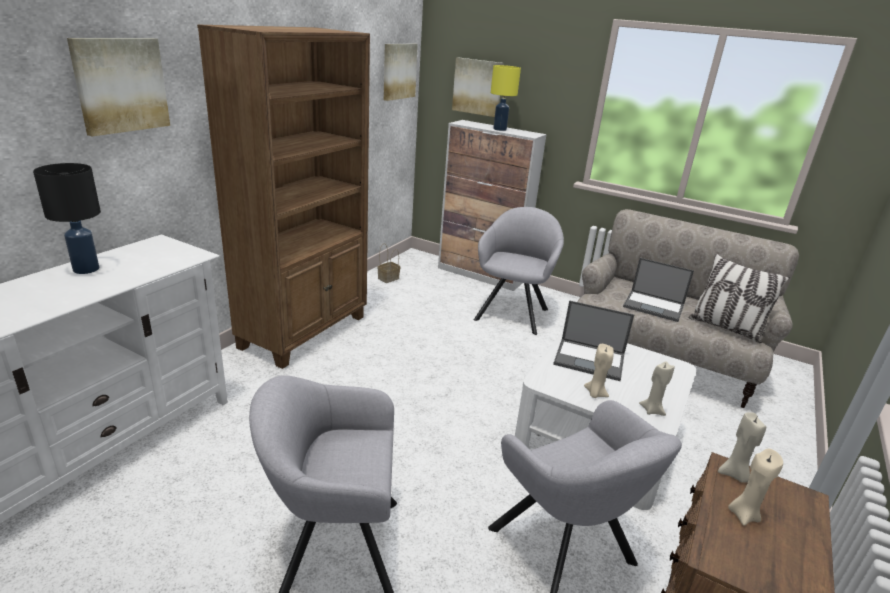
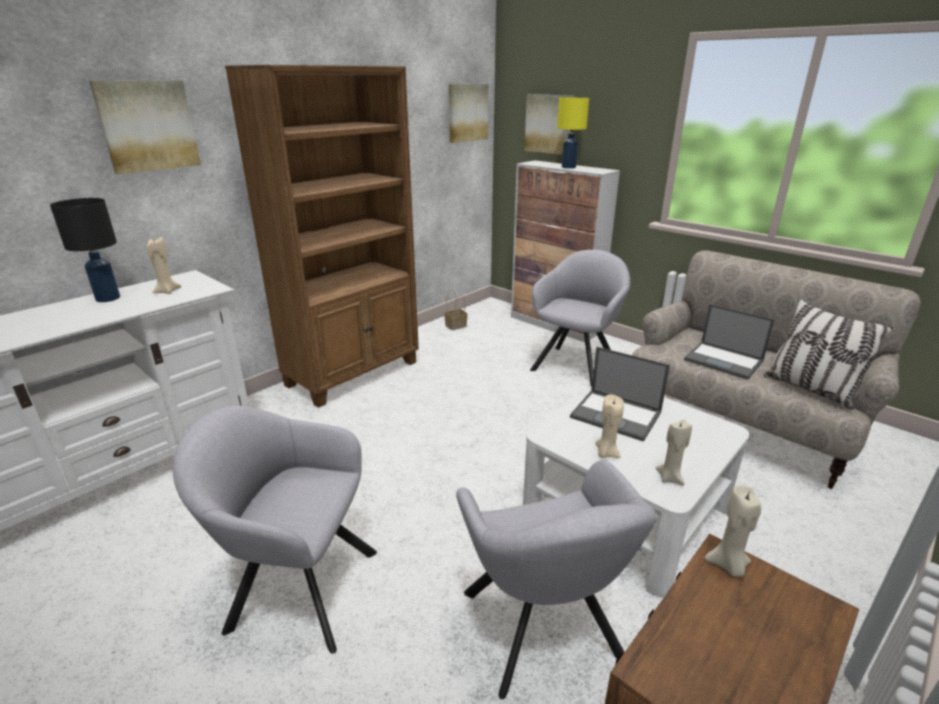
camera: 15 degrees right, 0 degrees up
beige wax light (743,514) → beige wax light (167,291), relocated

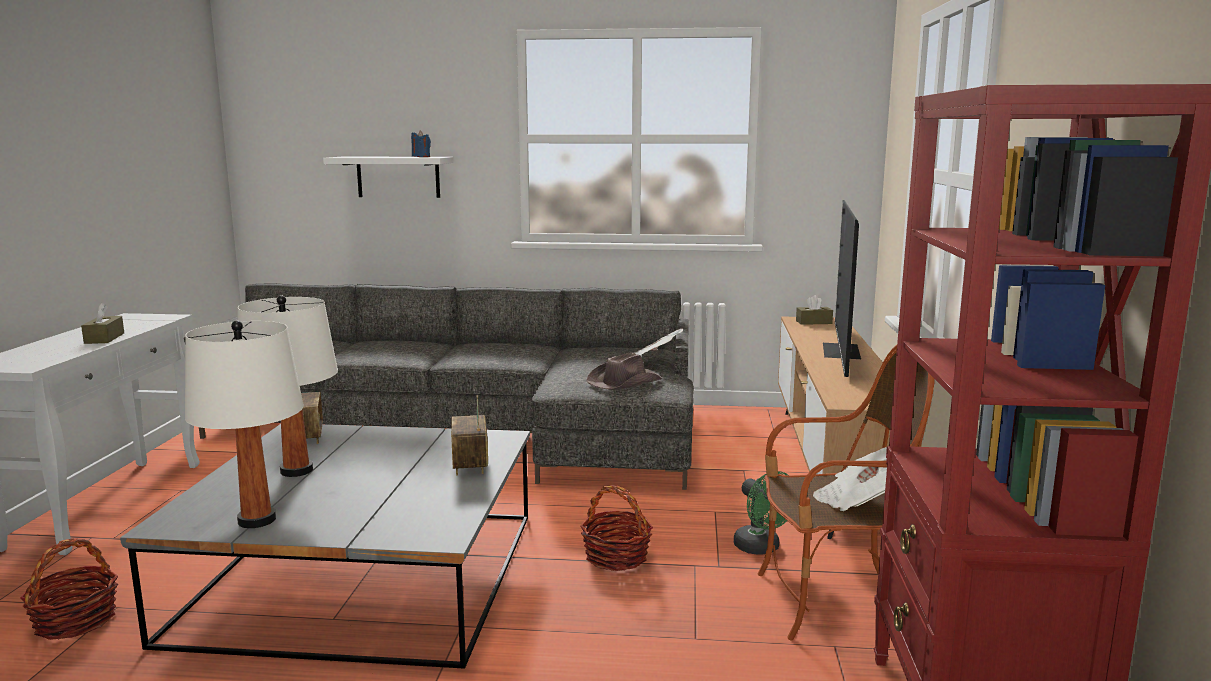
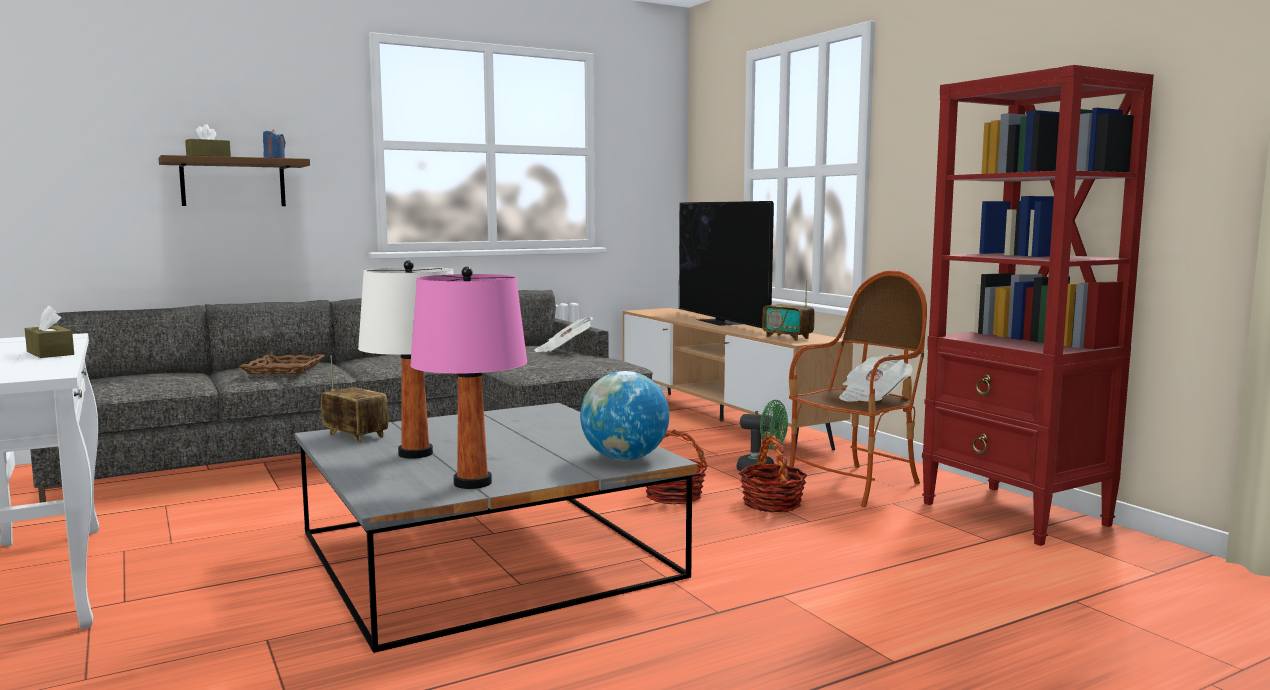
camera: 35 degrees left, 5 degrees down
whitish wall shelf (398,177) → brownish wall shelf (233,182)
brownish tissue box (813,322) → brownish tissue box (208,156), relocated
- → brownish carrying tray (284,369)
whitish lamp for a table (256,520) → pinkish lamp for a table (472,483)
- → desk globe (624,458)
basket (75,620) → basket (771,503), relocated
radio set (470,464) → radio set (787,337), relocated
brownish wearable hat (623,382) → -

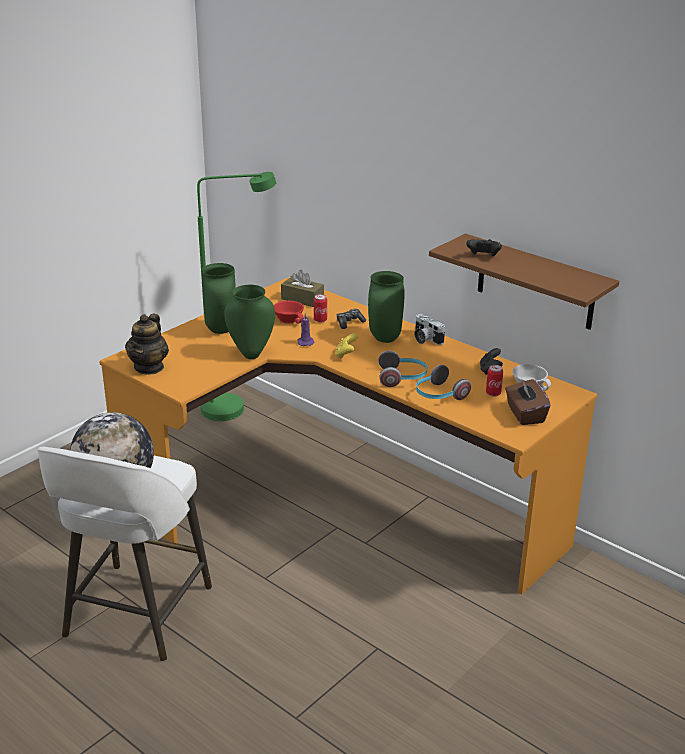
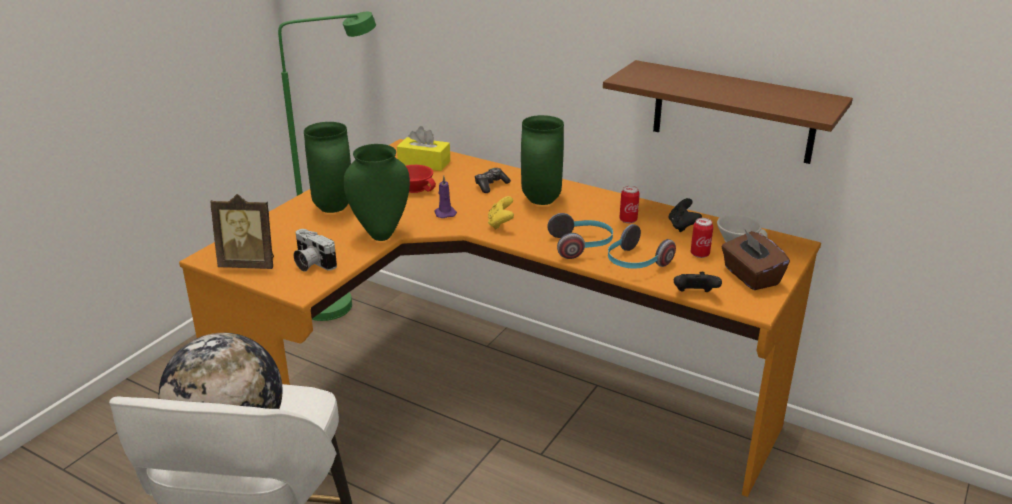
camera: 10 degrees left, 0 degrees up
pot for tea (149,367) → picture frame (249,264)
still camera (425,339) → still camera (311,263), relocated
brownish tissue box (302,299) → yellowish tissue box (424,163)
sealed can (320,320) → sealed can (628,220), relocated
black-coloured joypad (483,257) → black-coloured joypad (694,295), relocated

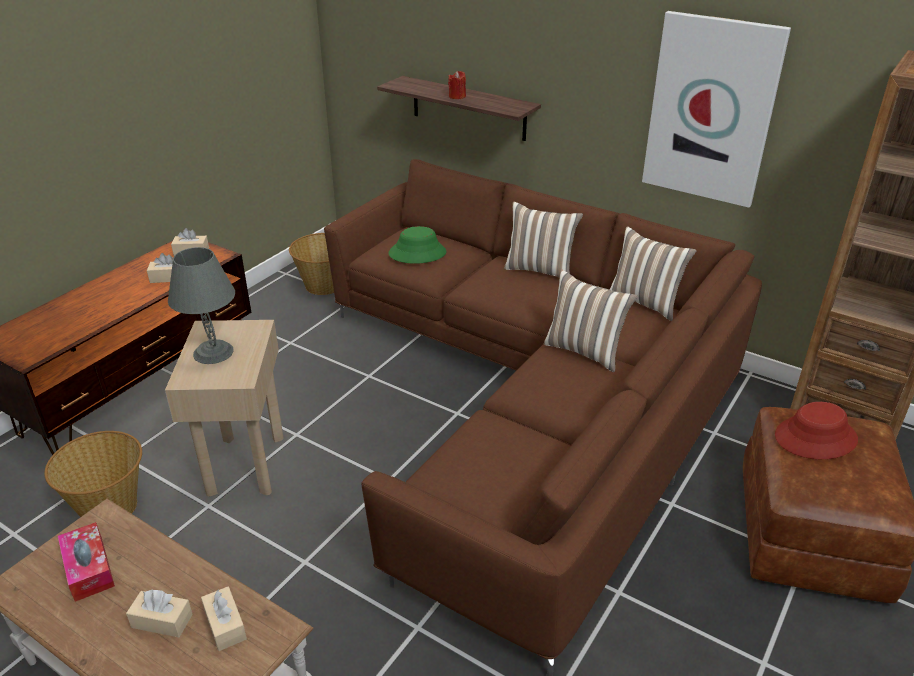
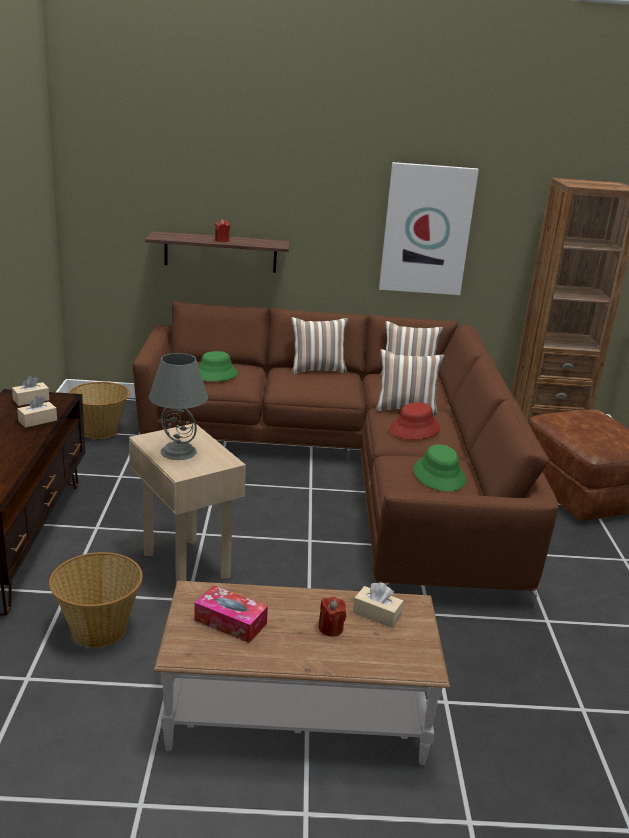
camera: 35 degrees left, 10 degrees down
beige tissue box (162,621) → red wax light (330,628)
red wearable hat (815,438) → red wearable hat (414,429), relocated
- → greenish wearable hat (439,475)

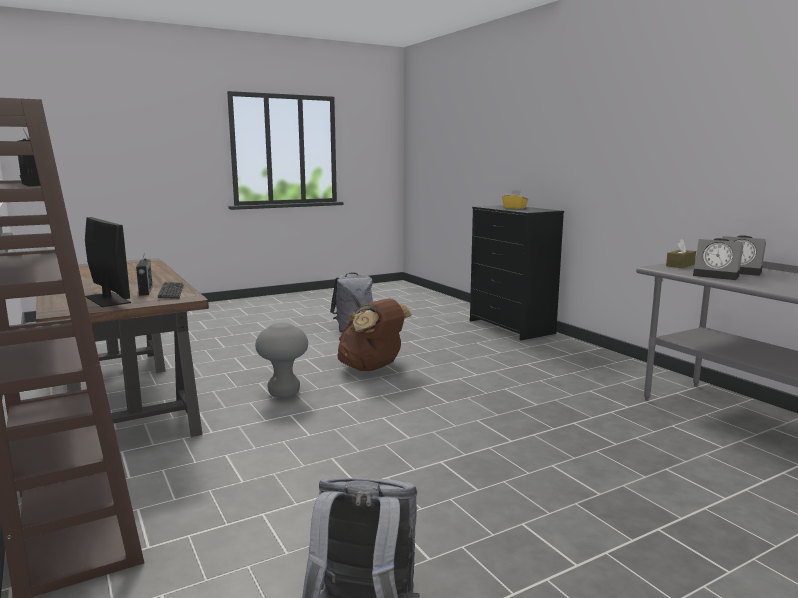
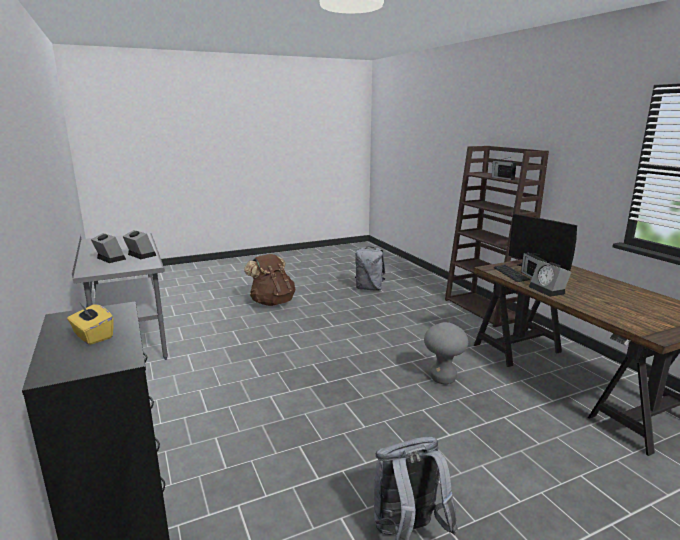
camera: 175 degrees left, 5 degrees up
brownish backpack (372,368) → brownish backpack (272,302), relocated
- → table clock (548,290)
brownish tissue box (680,265) → -

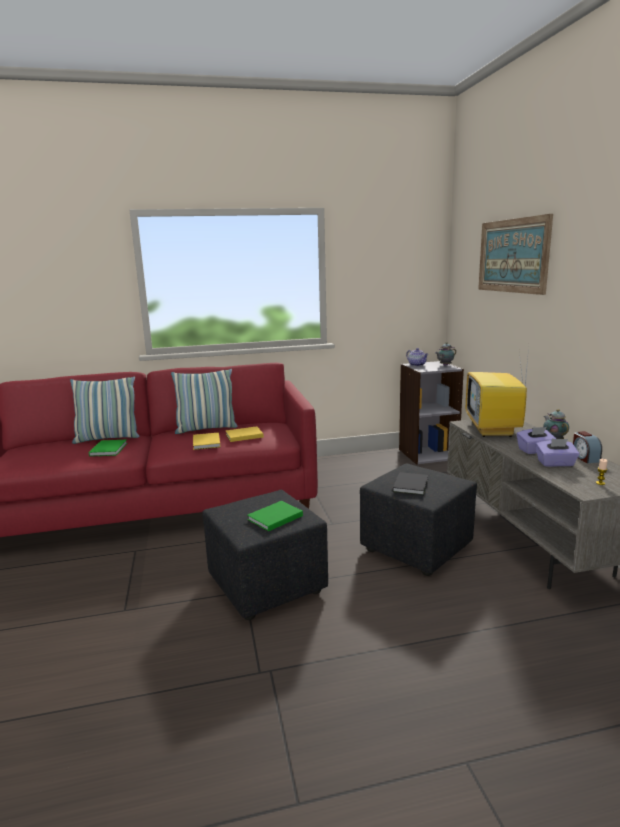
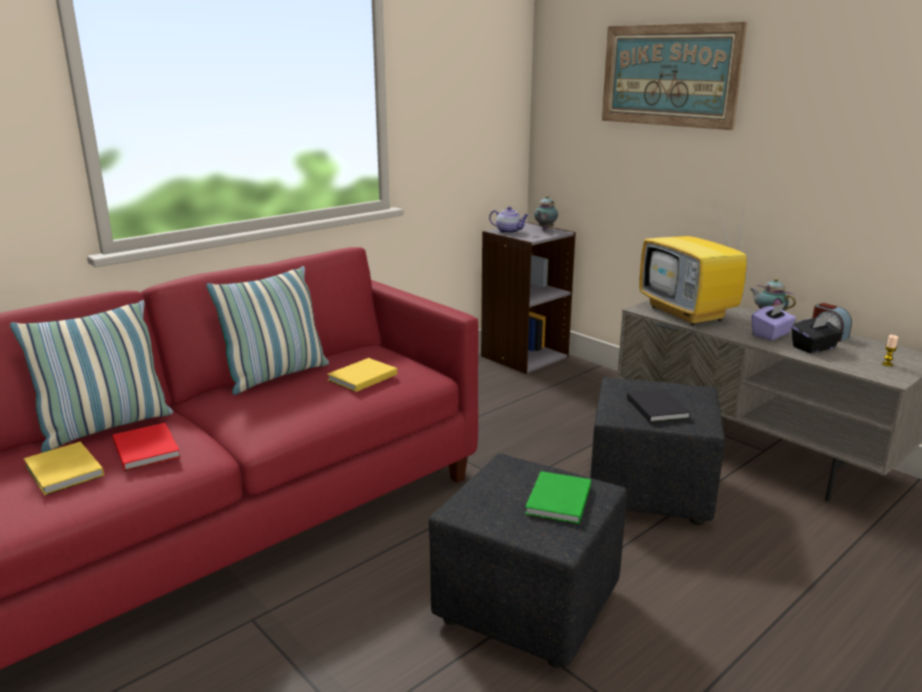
camera: 30 degrees left, 5 degrees up
yellowish volume (206,443) → yellowish volume (63,472), relocated
greenish volume (109,449) → red volume (147,448)
purple tissue box (555,463) → black-coloured tissue box (814,348)

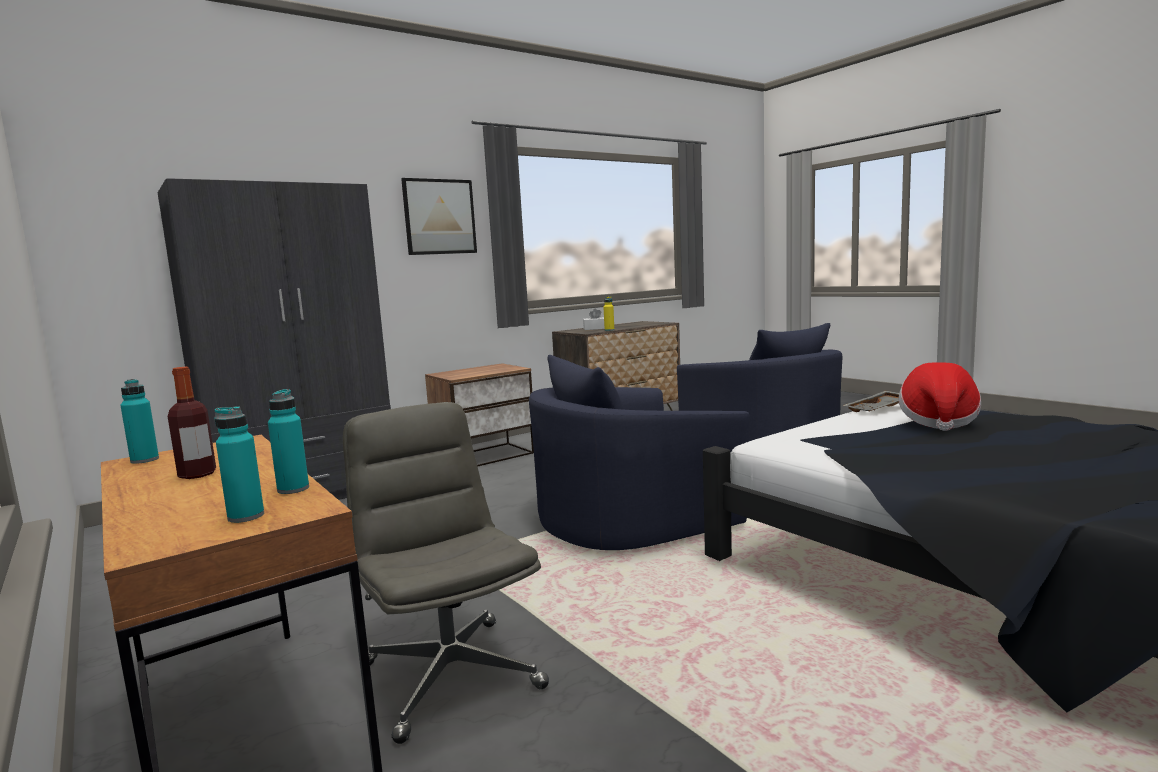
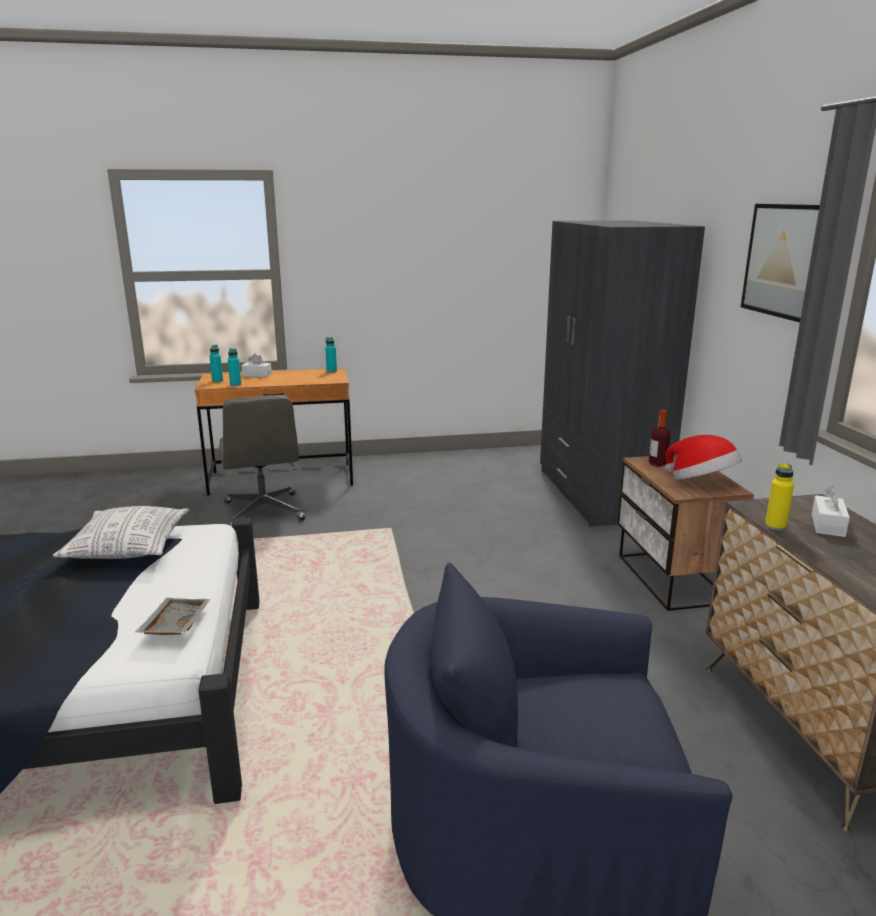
camera: 115 degrees right, 10 degrees up
- → pillow (128,548)
gray office chair (449,675) → gray office chair (264,512), 75 degrees clockwise
- → whitish tissue box (257,375)
bottle (197,474) → bottle (657,464), relocated
wearable hat (938,421) → wearable hat (701,482), relocated
blue-coloured lounge chair (631,518) → -

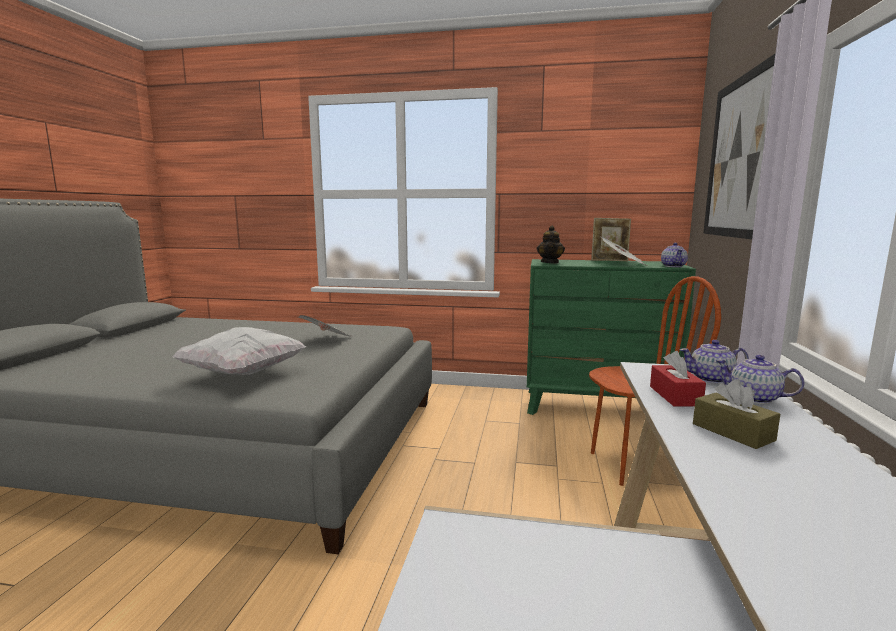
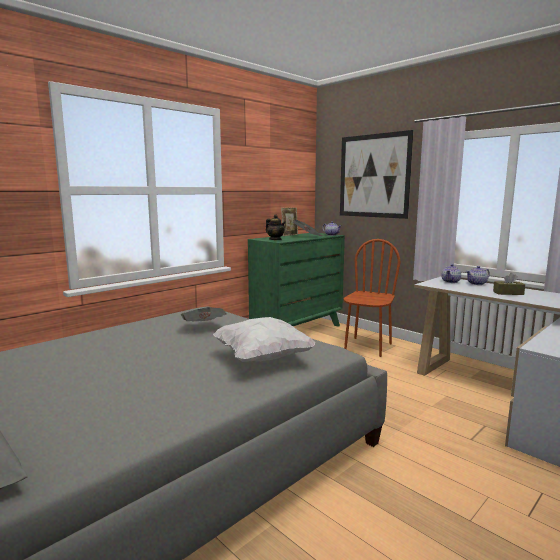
camera: 55 degrees left, 0 degrees up
red tissue box (675,396) → -

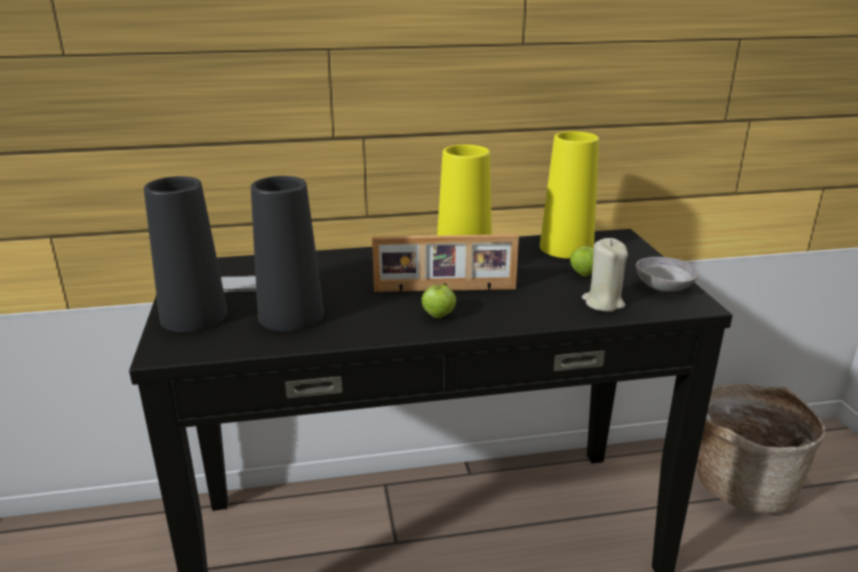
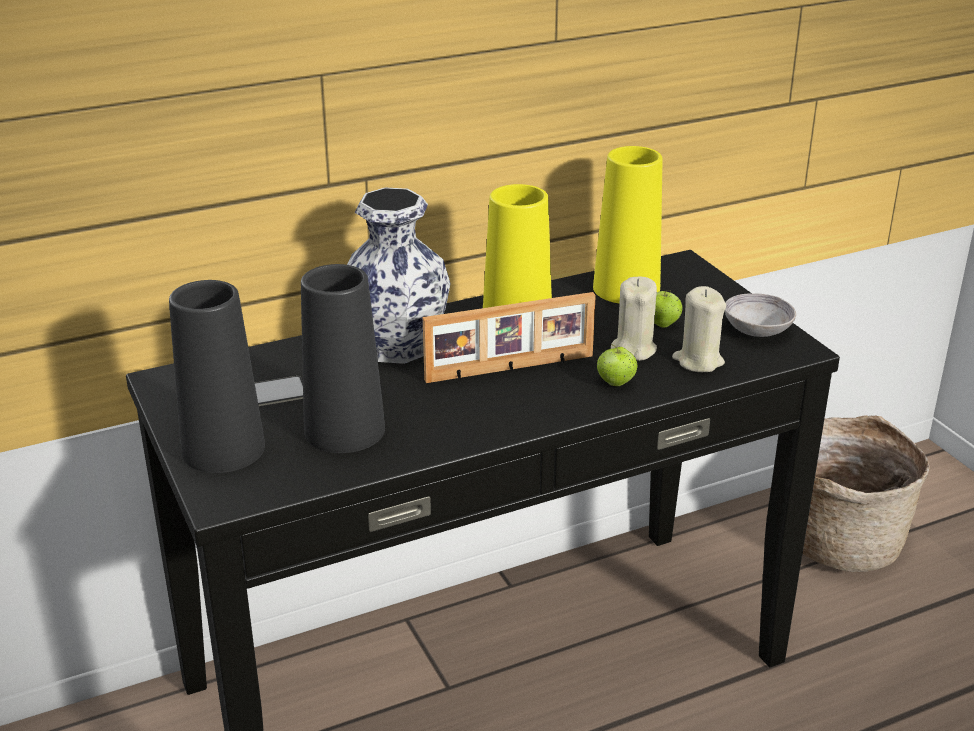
camera: 15 degrees left, 5 degrees up
- → decorative vase (395,346)
apple fruit (438,316) → apple fruit (616,383), relocated
- → beige wax light (633,349)

